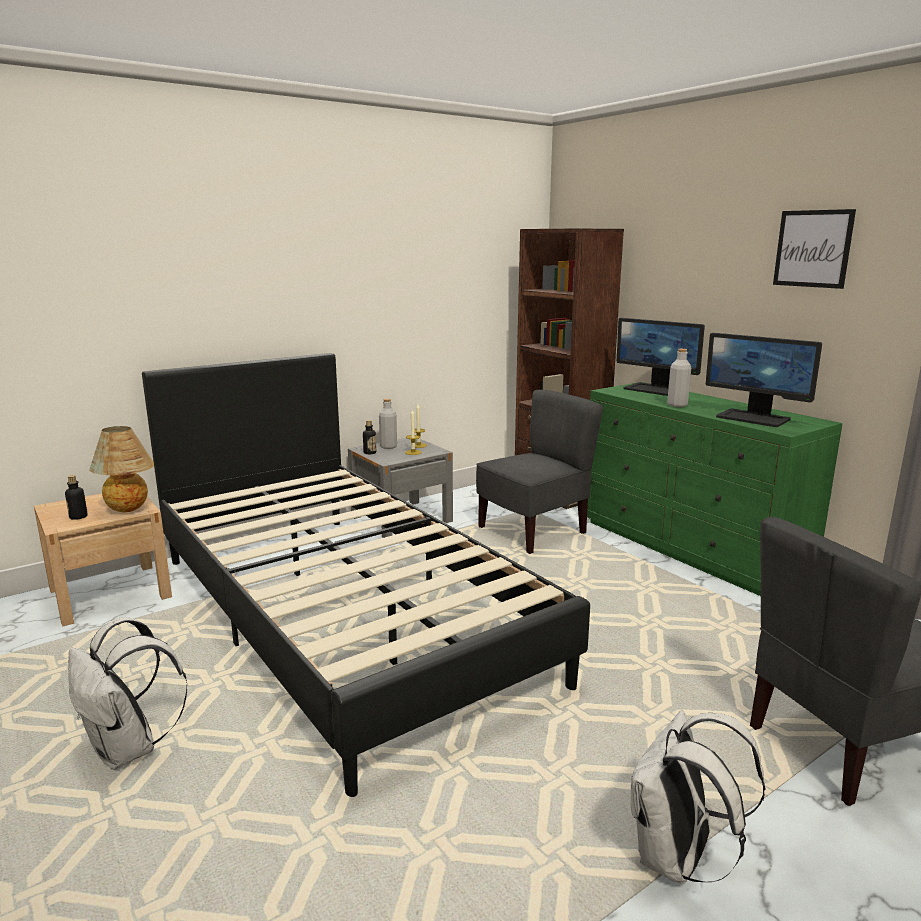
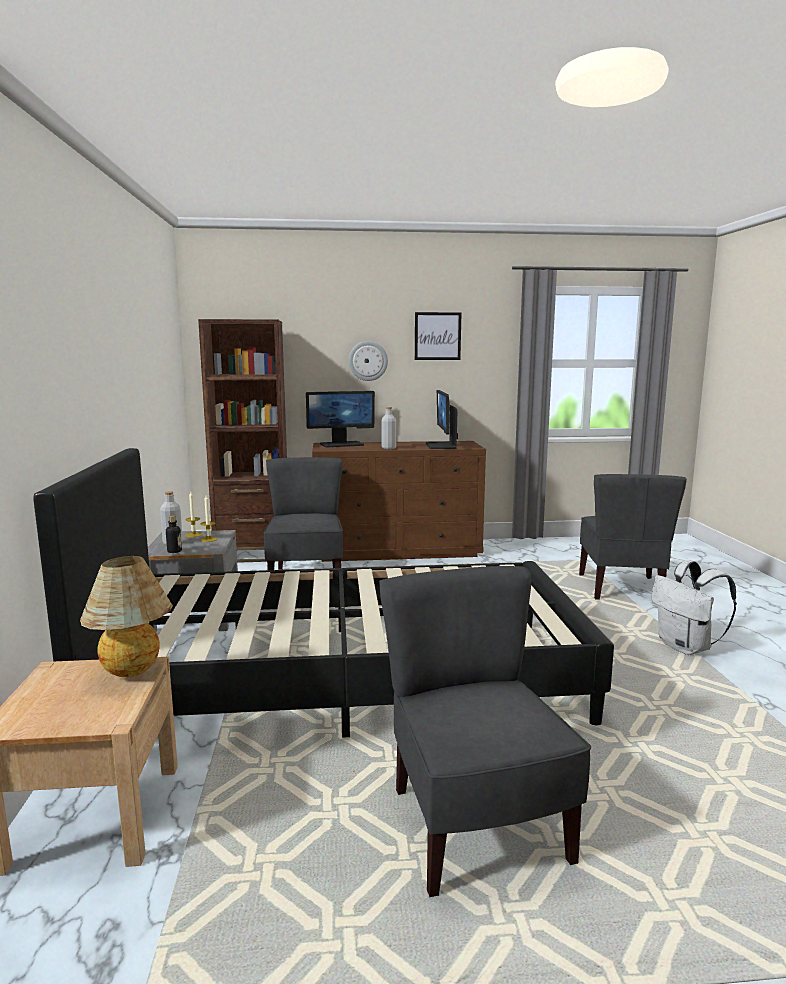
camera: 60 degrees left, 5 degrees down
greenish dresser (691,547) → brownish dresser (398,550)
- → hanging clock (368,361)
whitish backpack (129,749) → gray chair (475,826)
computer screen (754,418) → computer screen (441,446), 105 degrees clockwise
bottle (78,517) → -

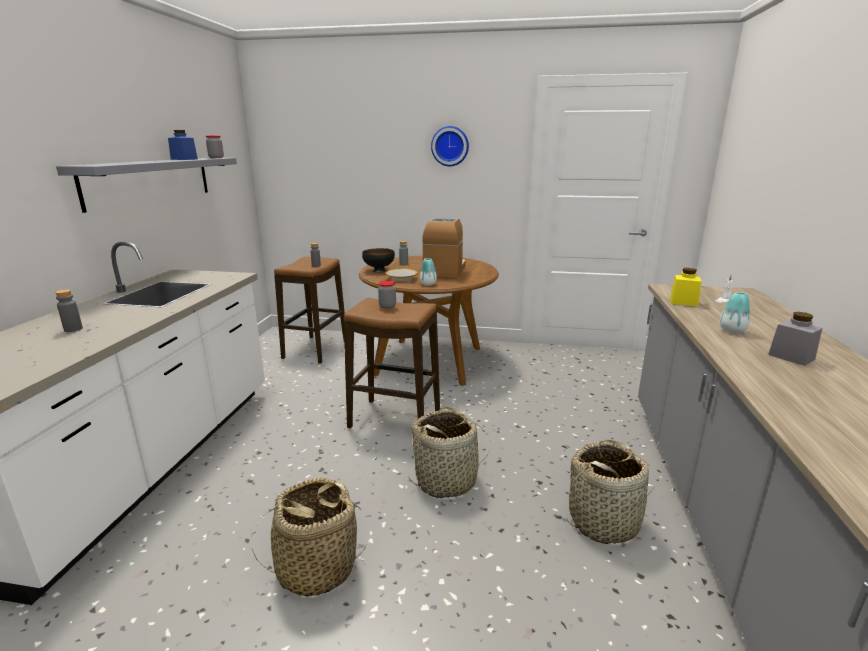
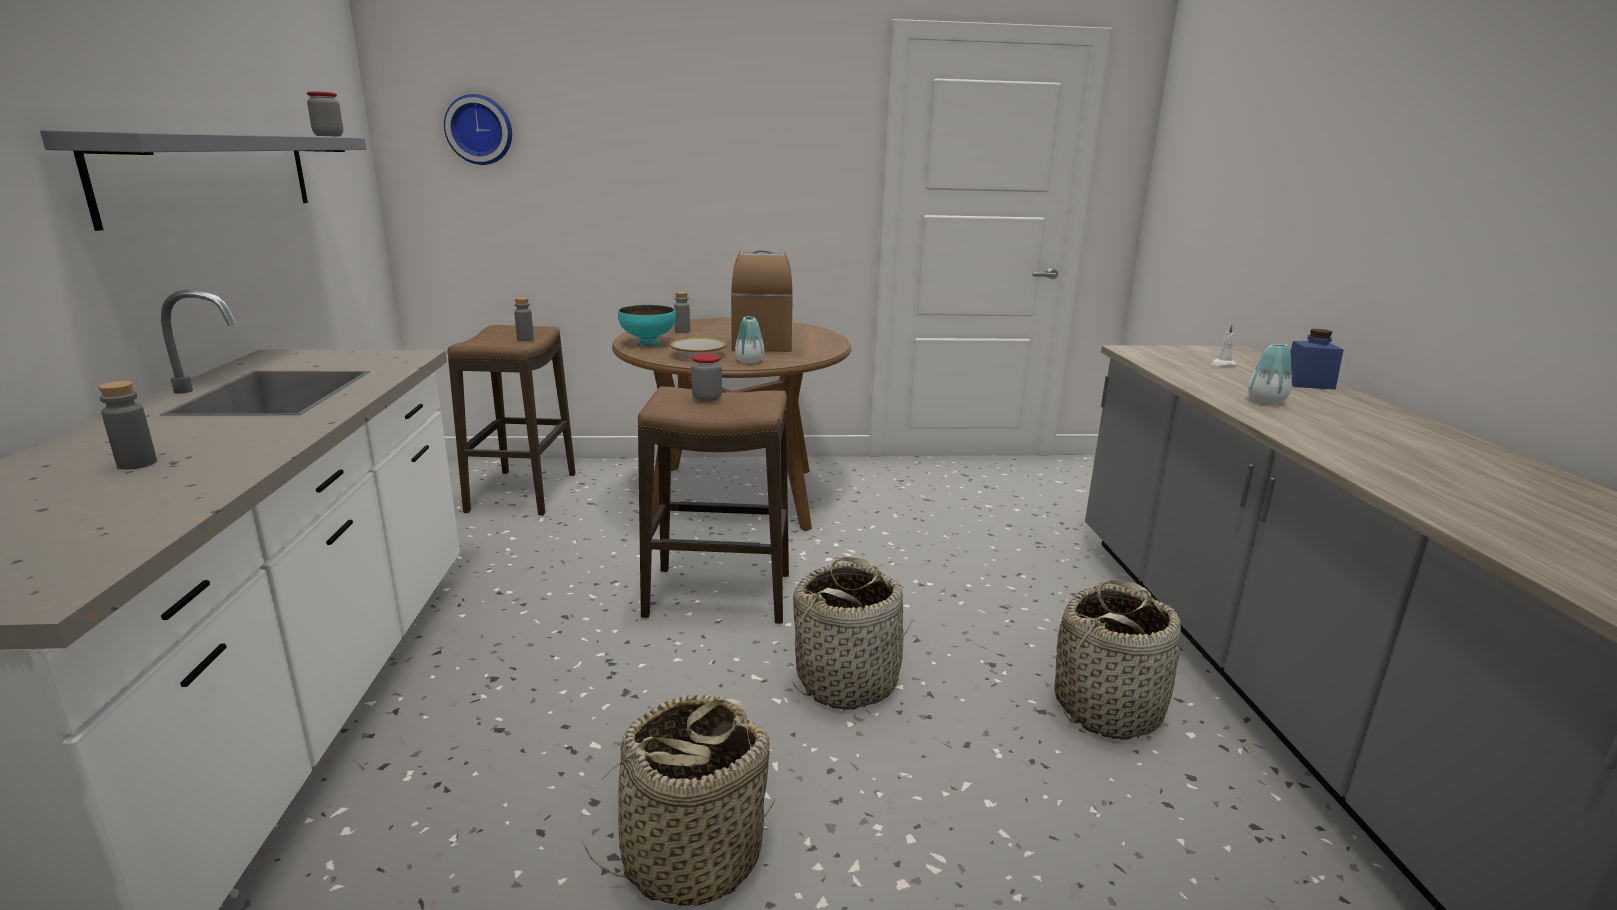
camera: 15 degrees left, 0 degrees up
hanging clock (450,146) → hanging clock (480,130), relocated
black-coloured bowl (379,270) → turquoise bowl (648,344)
blue-coloured storage jar (184,159) → blue-coloured storage jar (1308,384), relocated
yellowish storage jar (683,302) → -
gray storage jar (791,357) → -

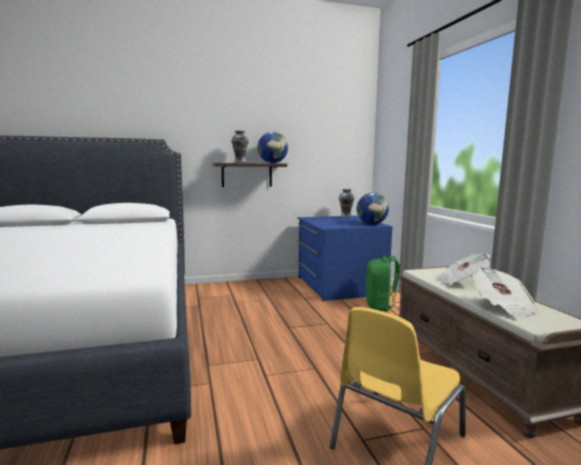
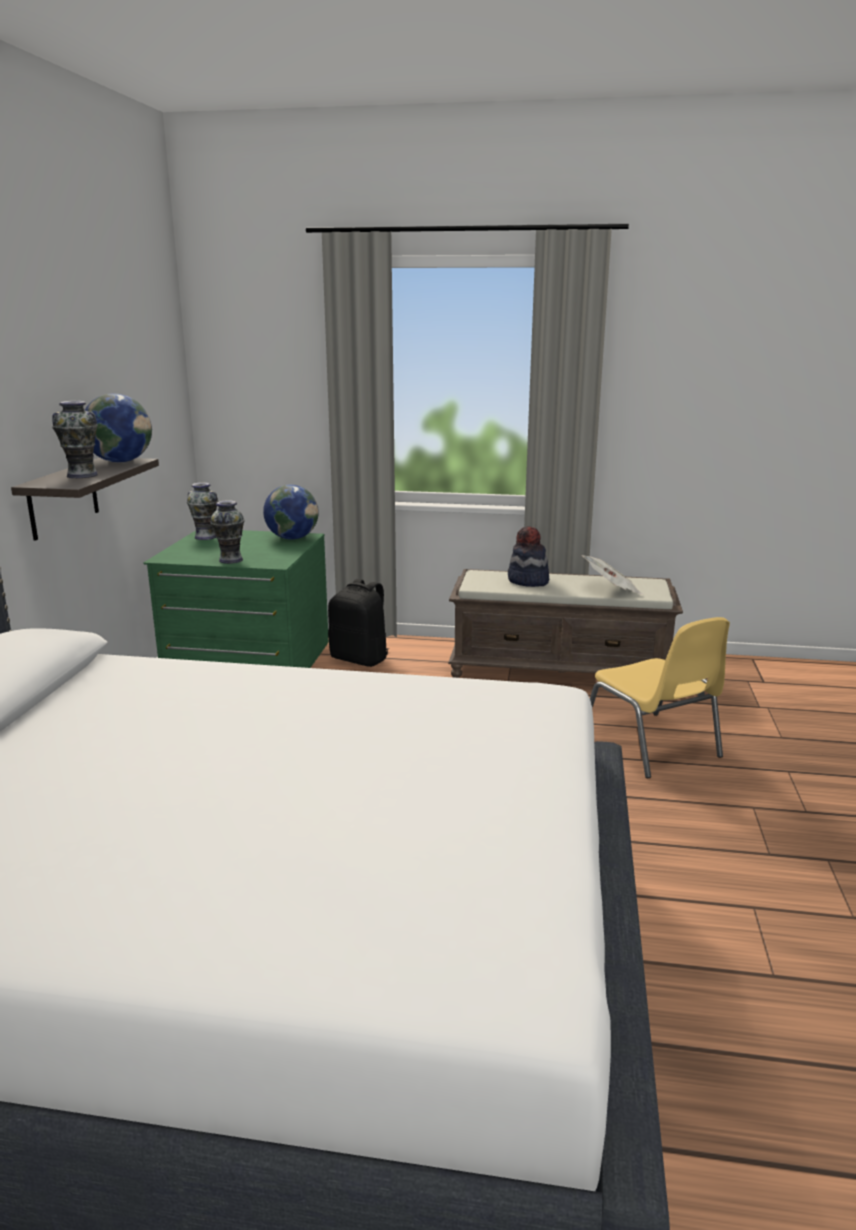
camera: 65 degrees left, 10 degrees up
blue-coloured dresser (339,286) → greenish dresser (247,661)
- → decorative vase (231,560)
greenish backpack (380,306) → black-coloured backpack (360,659)
newspaper (459,282) → wearable hat (528,581)

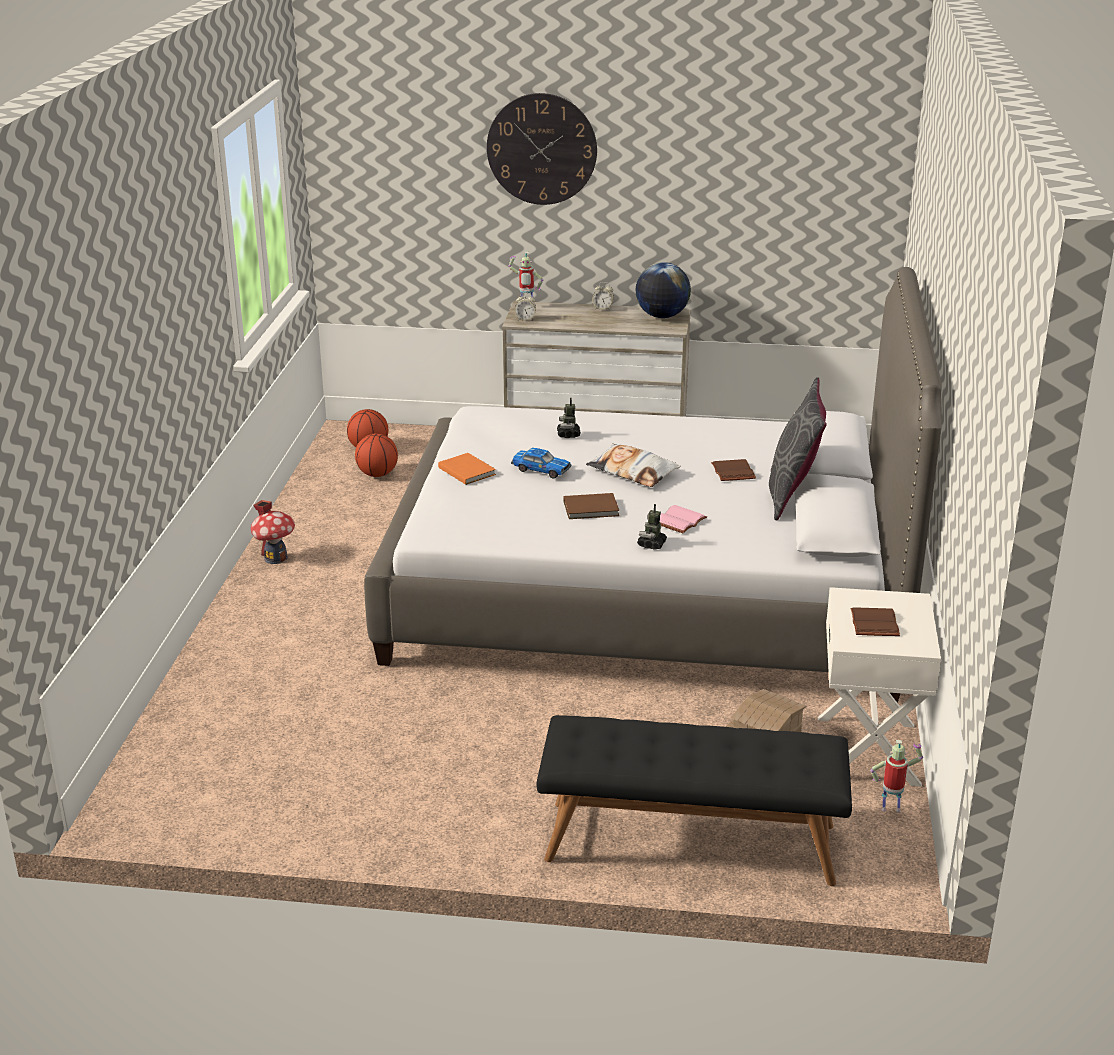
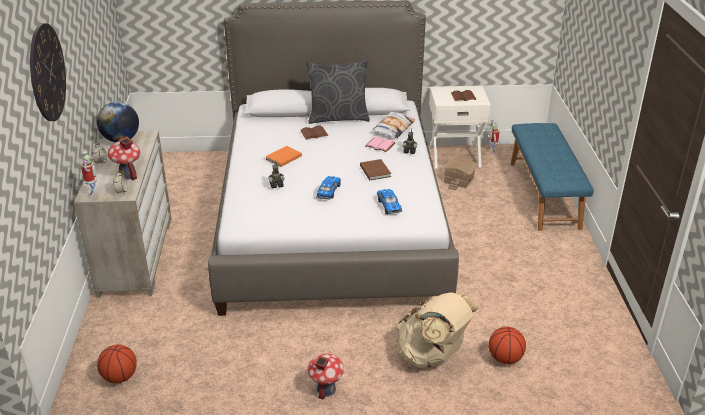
camera: 100 degrees left, 5 degrees up
- → miniature house (127,175)
orangey volume (466,470) → orangey volume (282,158), relocated
pillow (632,471) → pillow (393,128), relocated
- → toy car (389,206)
- → beige backpack (432,355)
ball for basketball (377,474) → ball for basketball (505,358), relocated
black-coloured indoor bench (690,843) → blue-coloured indoor bench (544,194)

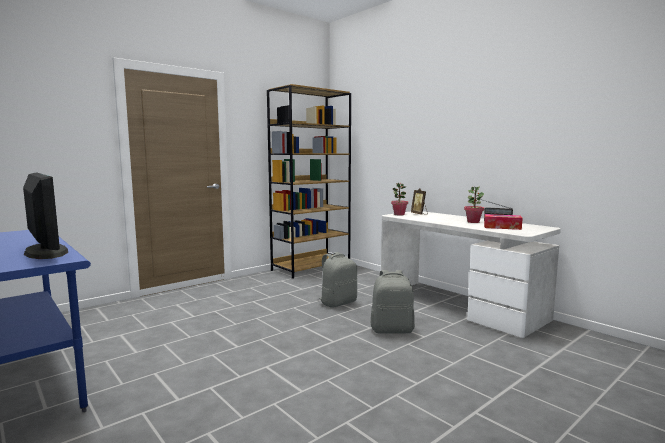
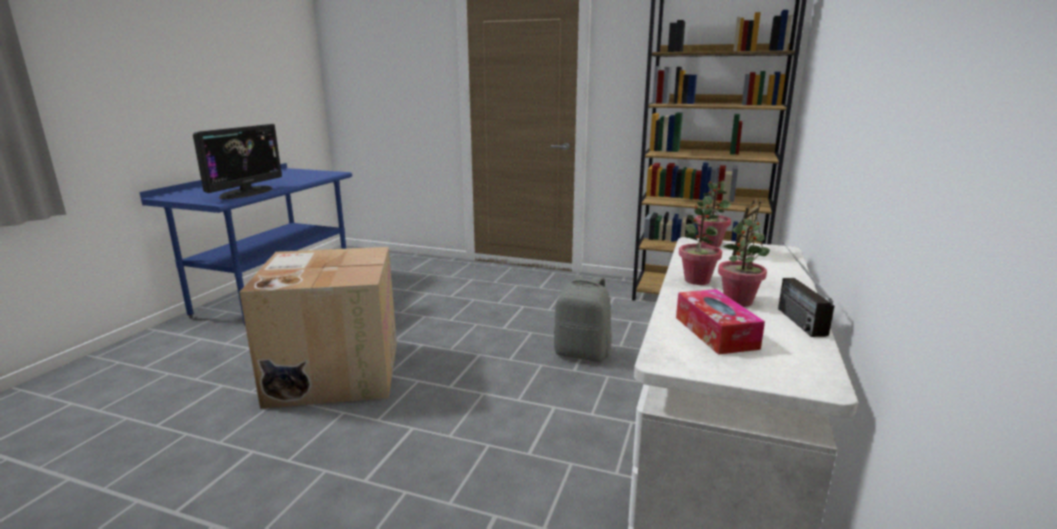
camera: 60 degrees right, 10 degrees up
- → packing box (334,371)
- → houseplant (697,280)
gray backpack (392,330) → -

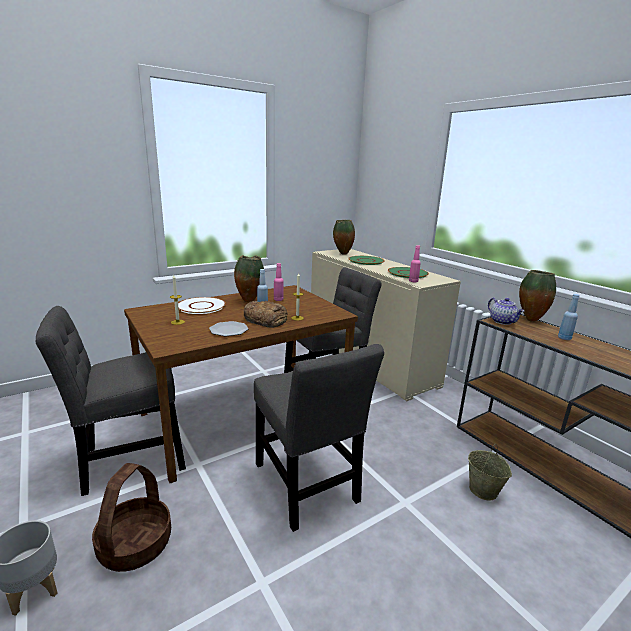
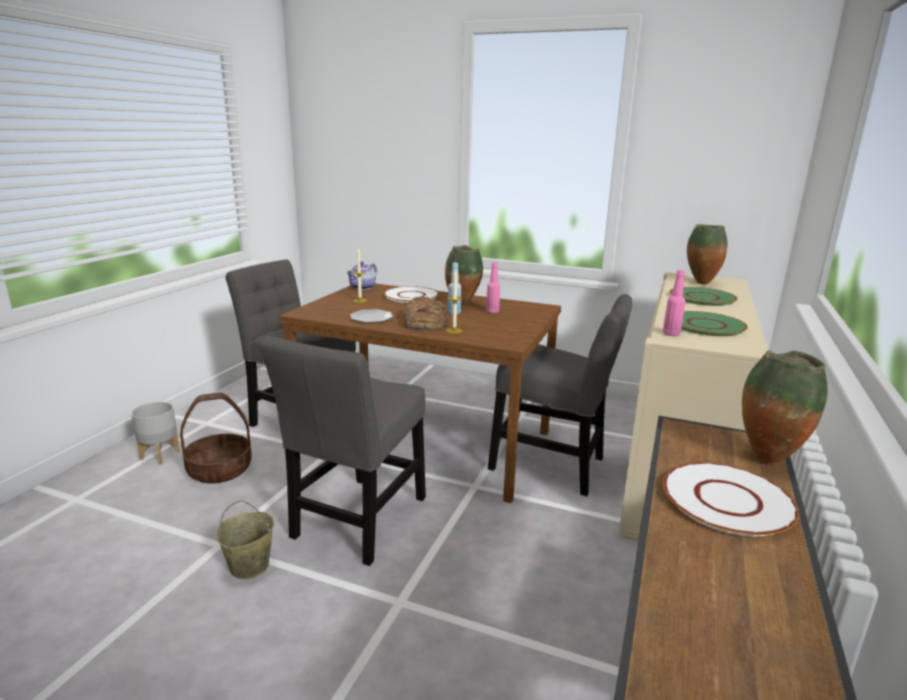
camera: 55 degrees right, 0 degrees up
beige bucket (483,490) → beige bucket (249,566), relocated
pot for tea (503,321) → pot for tea (363,288), relocated
blue-coloured bottle (564,338) → whitish dinner plate (727,499)

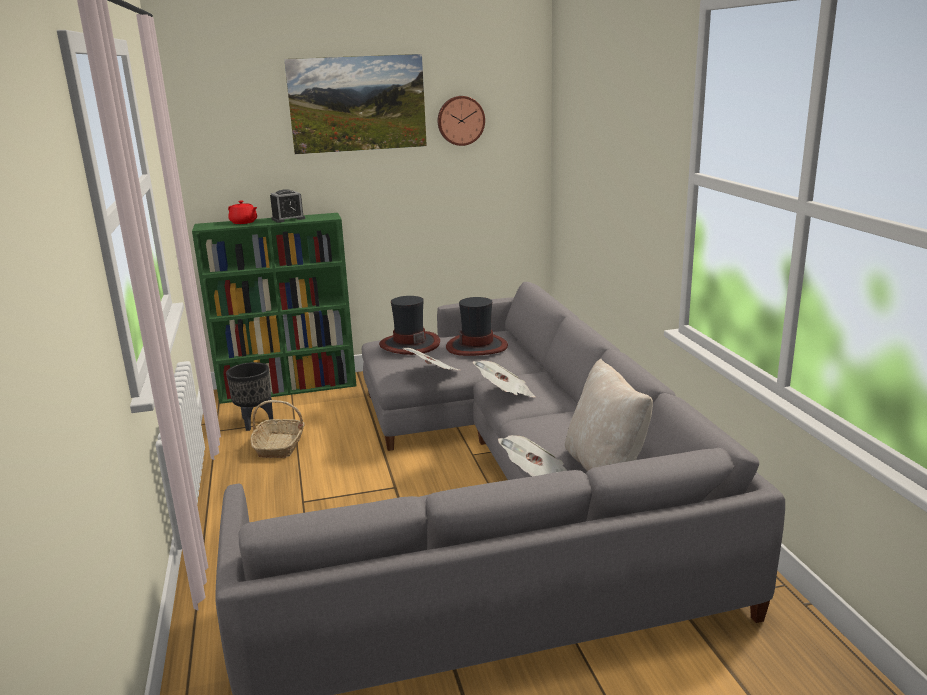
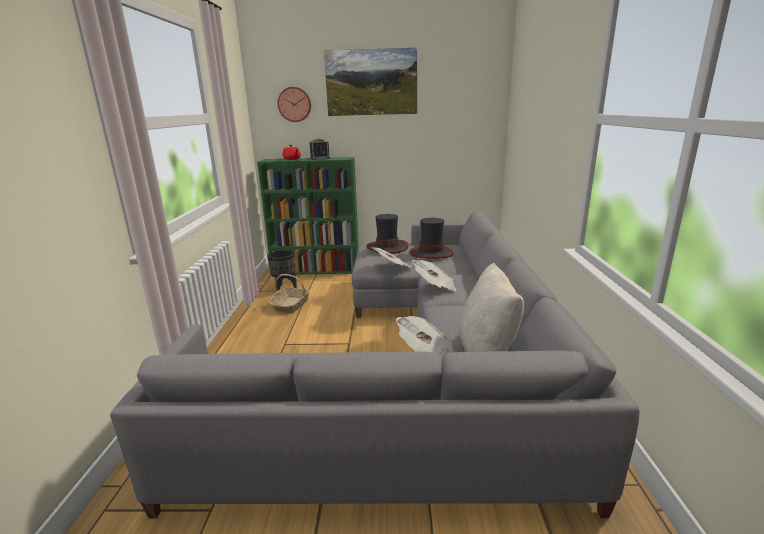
camera: 15 degrees right, 0 degrees up
hanging clock (460,120) → hanging clock (294,104), relocated

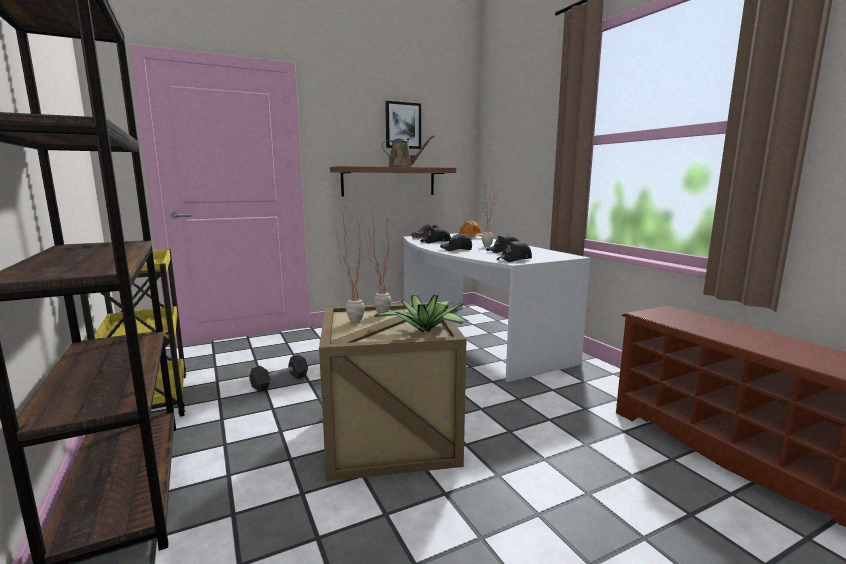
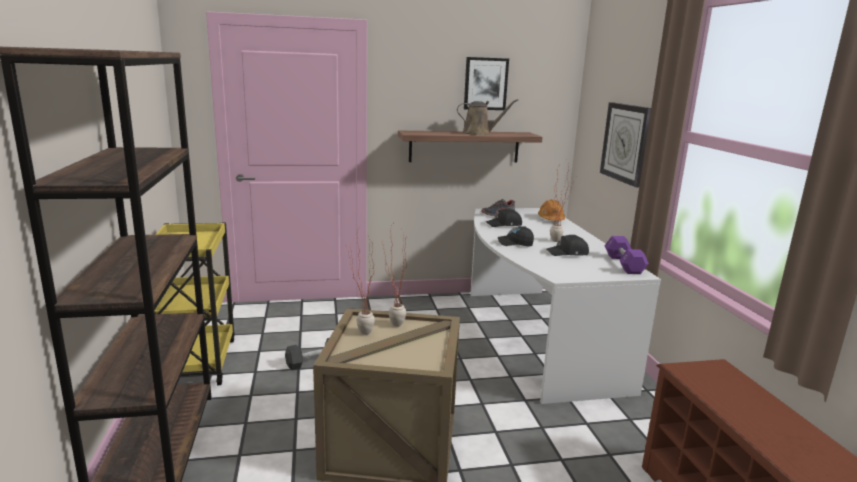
camera: 15 degrees right, 5 degrees up
- → hanging clock (626,143)
- → purple hand weight (624,264)
houseplant (426,330) → -
black-coloured peaked cap (514,259) → -

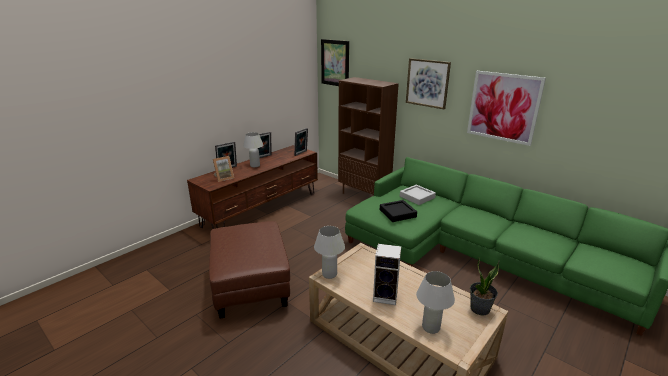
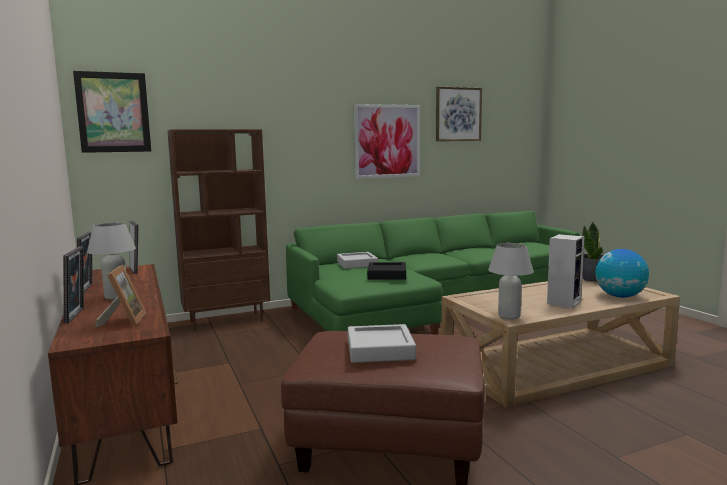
camera: 65 degrees left, 15 degrees down
- → gray carrying tray (380,349)
picture (427,83) → picture (458,114), relocated
whitish lamp for a table (431,327) → desk globe (619,296)

